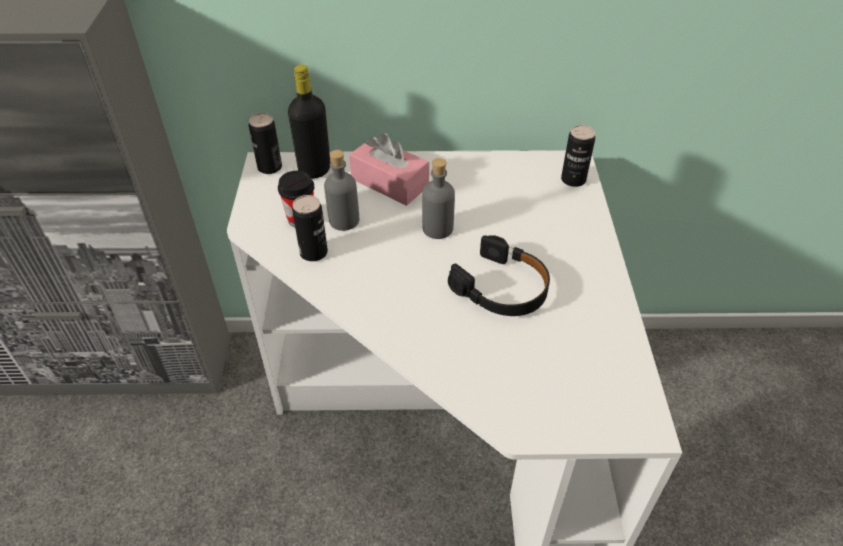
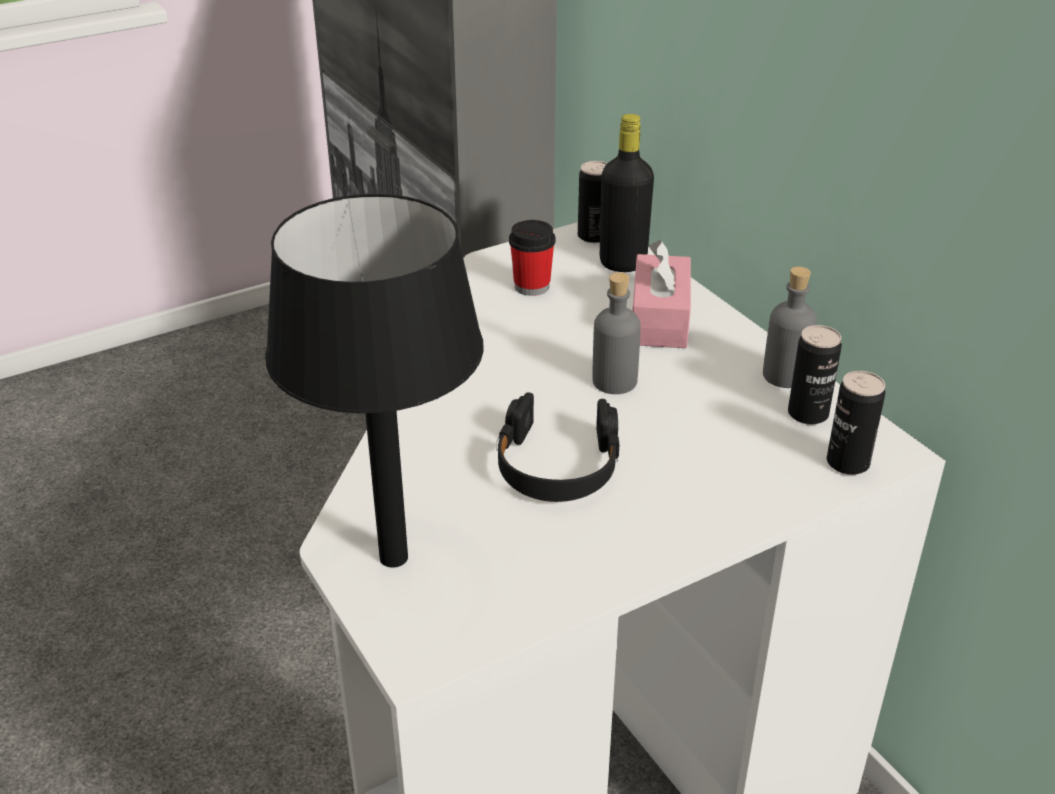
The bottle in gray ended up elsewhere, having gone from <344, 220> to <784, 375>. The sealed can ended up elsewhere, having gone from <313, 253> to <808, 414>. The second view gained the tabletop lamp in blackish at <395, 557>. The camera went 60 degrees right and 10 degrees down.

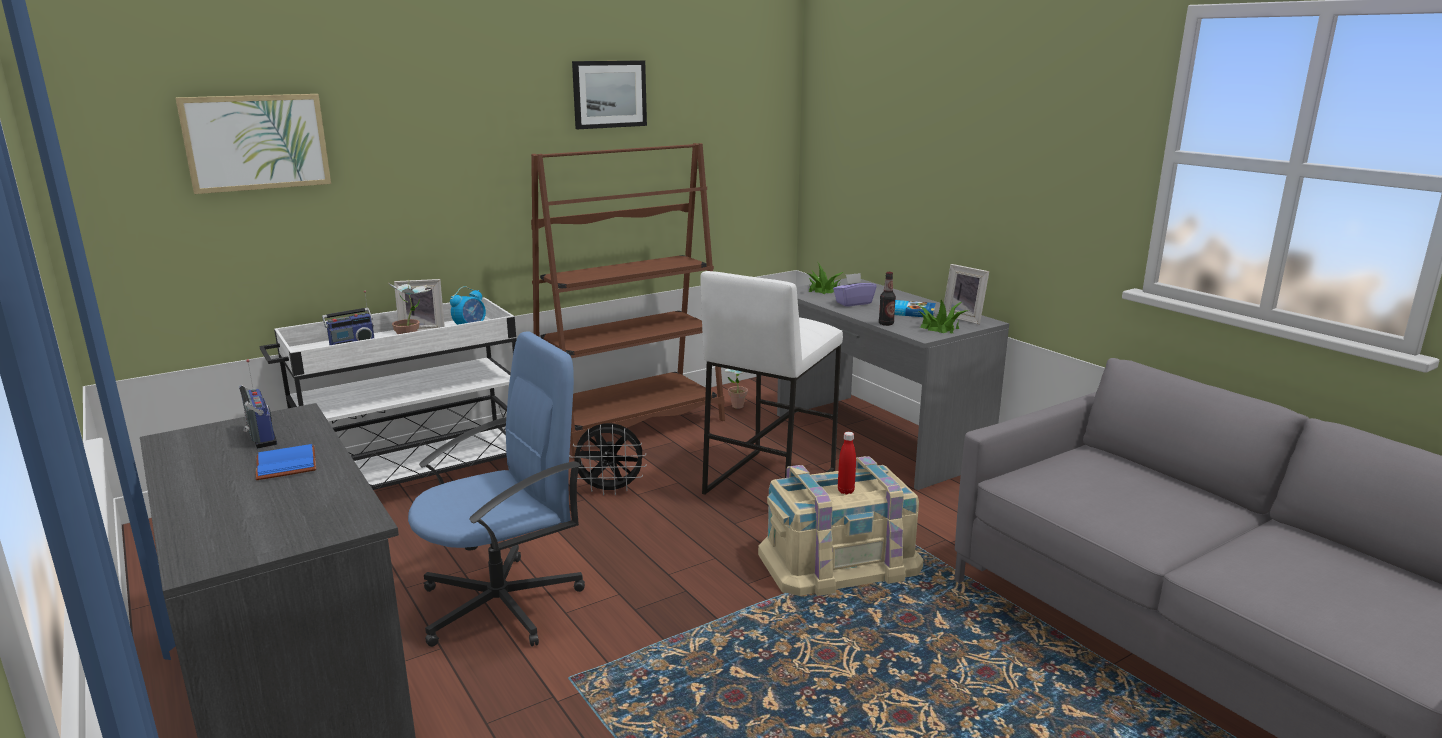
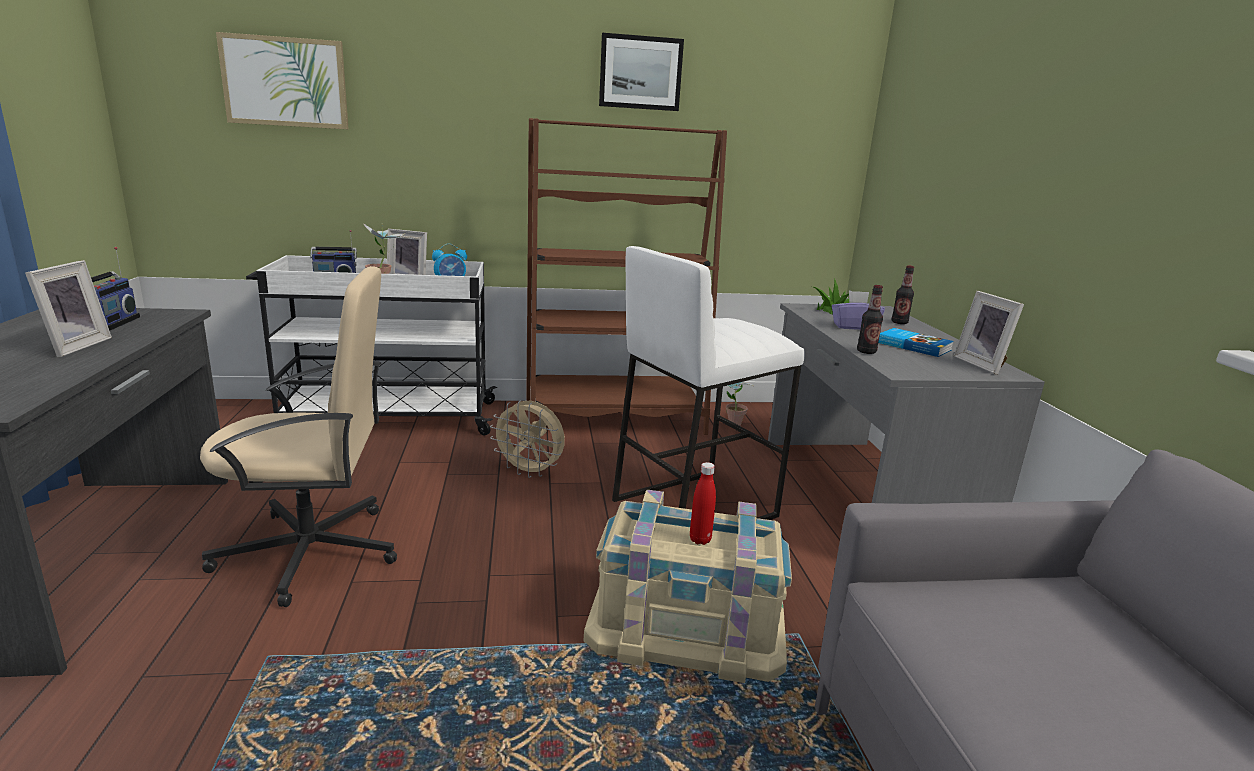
The second view lost the plant in a pot at <940, 328>. What was the office chair in bluish at <503, 603> turned into the office chair in beige-coloured at <312, 552>. What was the electric fan in blackish at <610, 490> turned into the electric fan in beige-coloured at <530, 472>. Where the book in bluish stood at <284, 464>, the photo frame came to stand at <73, 347>. The second view gained the bottle at <899, 322>. The camera went 25 degrees right and 0 degrees up.

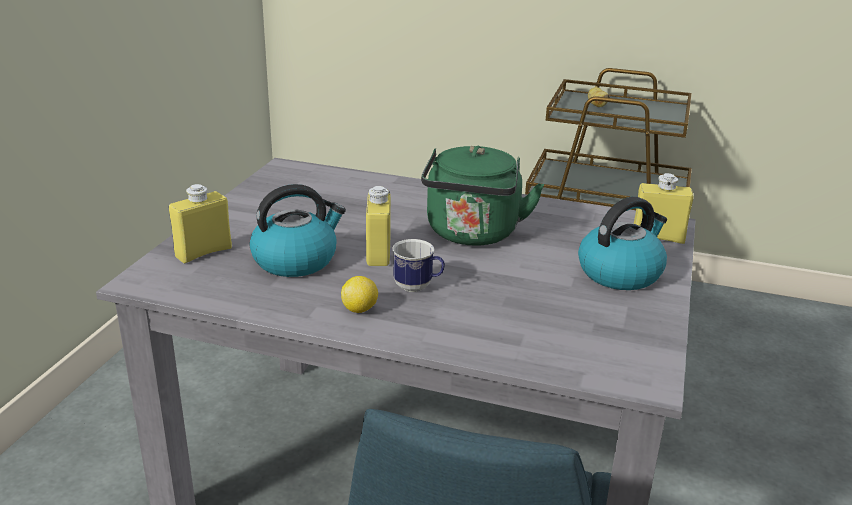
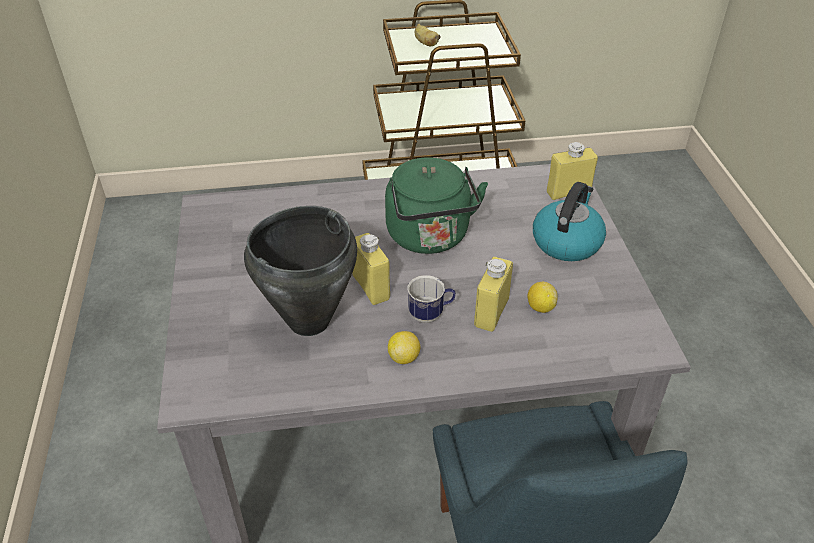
The bottle in yellow ended up elsewhere, having gone from <203, 252> to <491, 313>. Where the water kettle stood at <296, 260>, the stockpot in blackish came to stand at <308, 321>. The second view gained the whole lemon at <540, 307>. The camera went 25 degrees left and 15 degrees up.

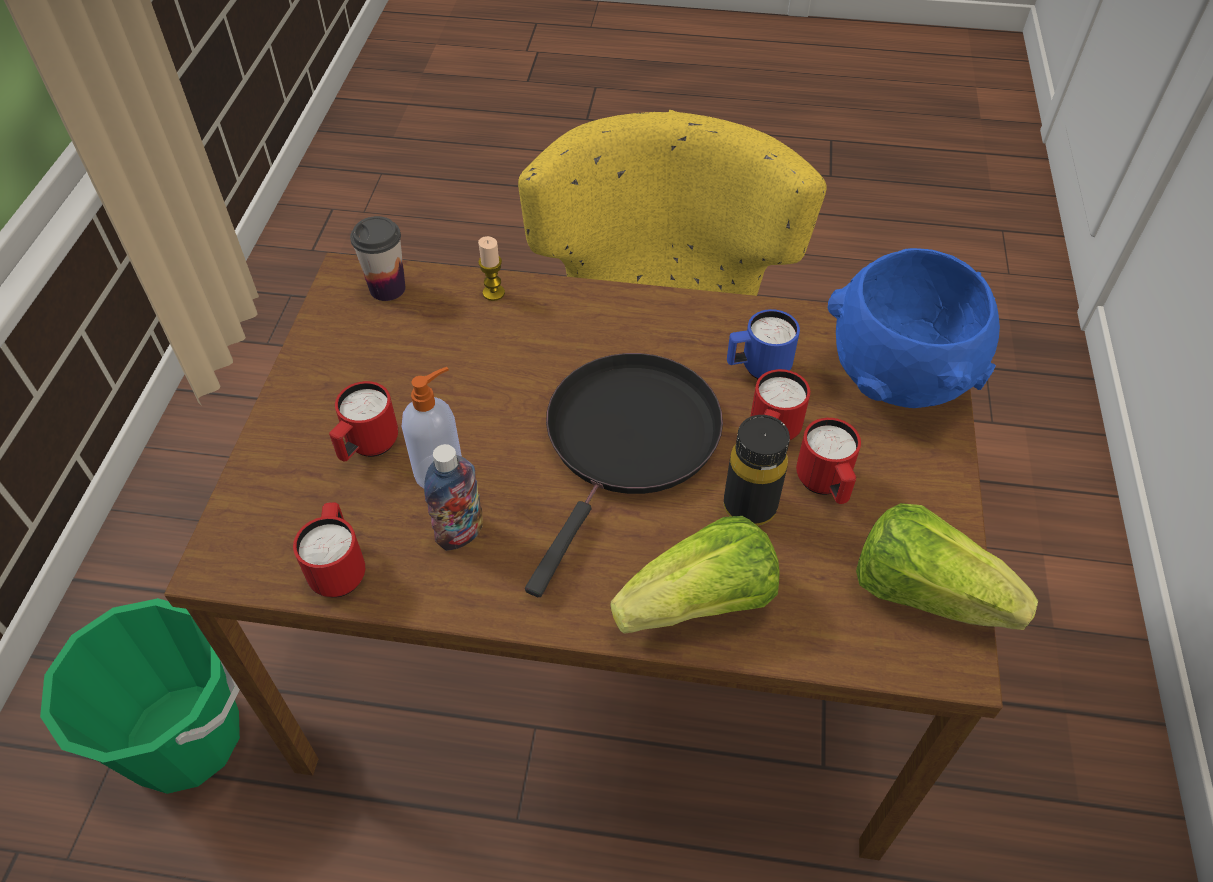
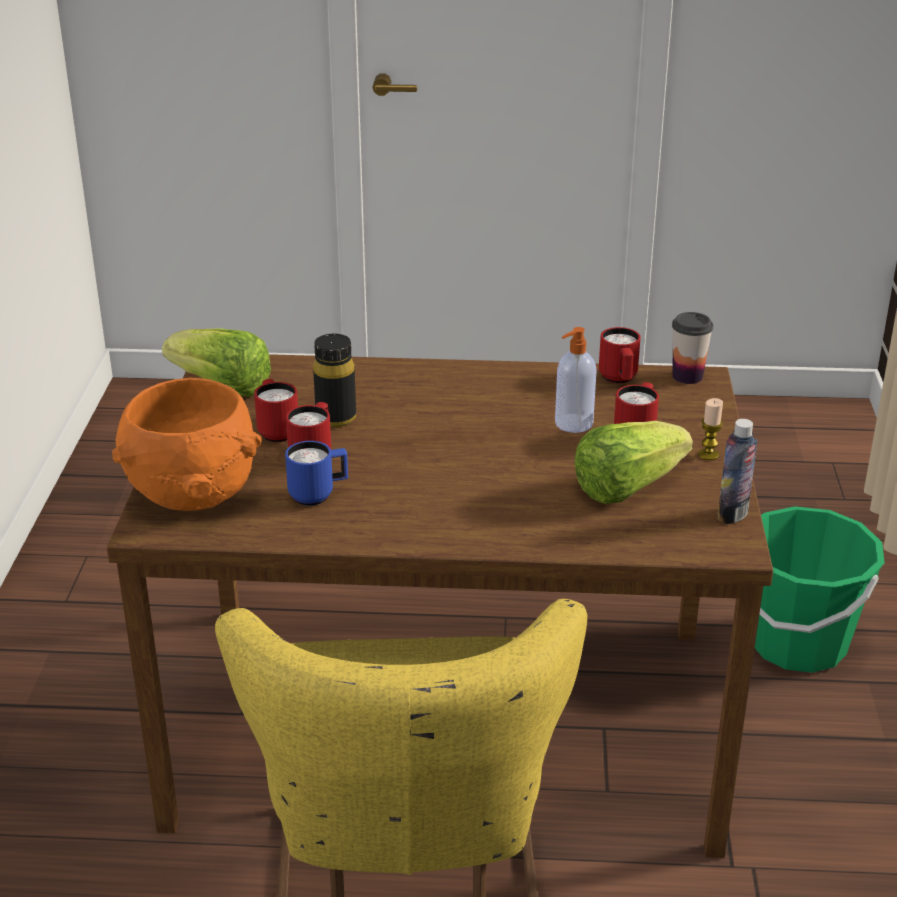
The drinking cup ended up elsewhere, having gone from <387, 288> to <687, 376>. The wax candle ended up elsewhere, having gone from <493, 293> to <708, 455>. What was the bowl in bluish at <897, 377> turned into the bowl in orange-coloured at <193, 495>. The second view lost the skillet in blackish at <628, 442>. The bottle ended up elsewhere, having gone from <460, 533> to <732, 514>. The lettuce head ended up elsewhere, having gone from <700, 604> to <626, 487>. The camera went 175 degrees right and 20 degrees down.

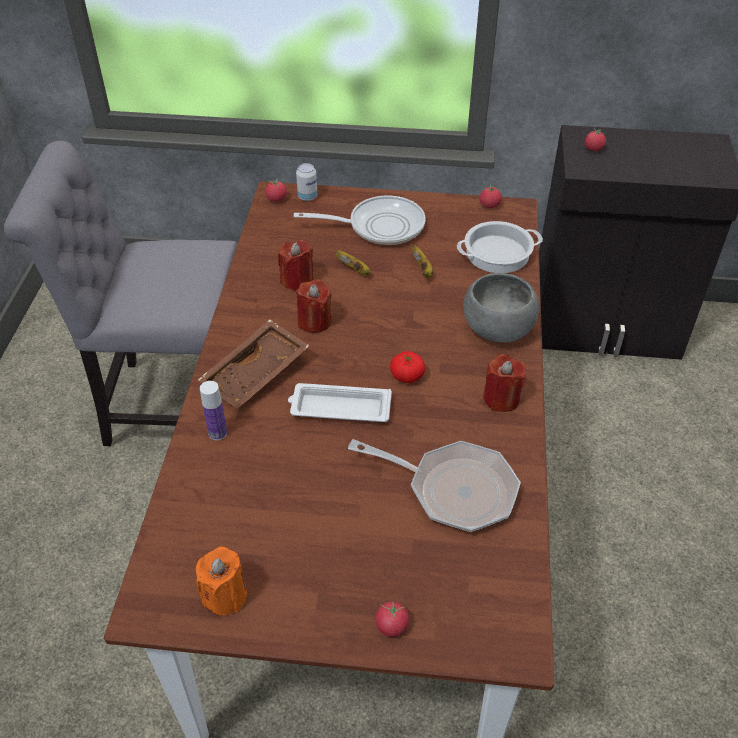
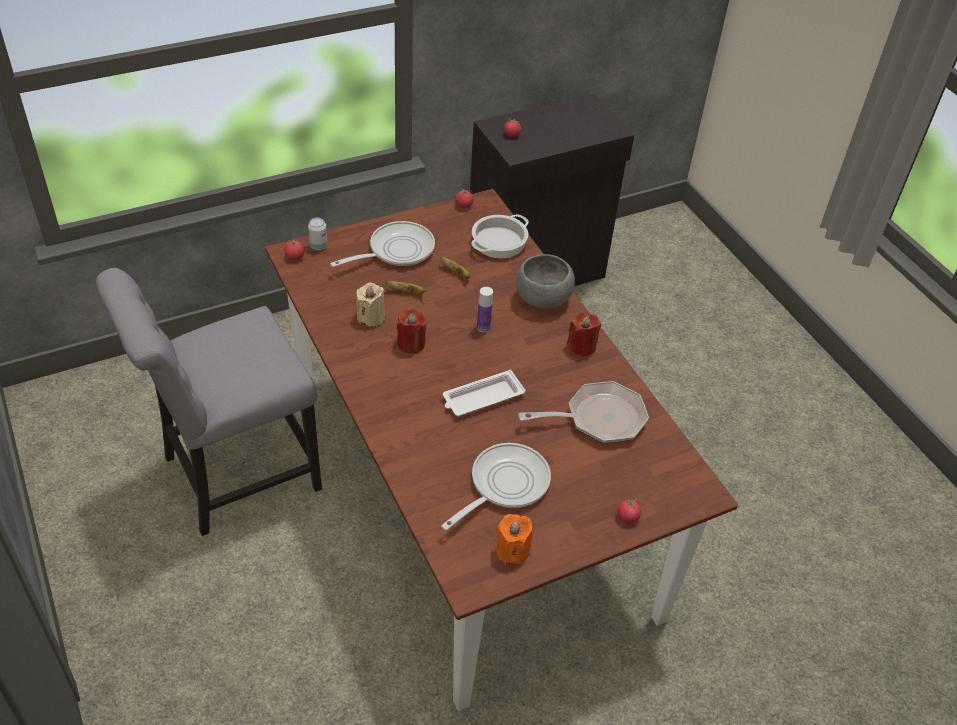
What was the wax candle in reddish at <297, 280> turned into the wax candle in beige-coloured at <370, 317>. The second view lost the serving tray in brownish at <257, 374>. The second view lost the tomato at <407, 375>. The bottle ended up elsewhere, having gone from <217, 433> to <483, 327>. The second view gained the skillet at <504, 485>. The camera went 35 degrees left and 0 degrees up.

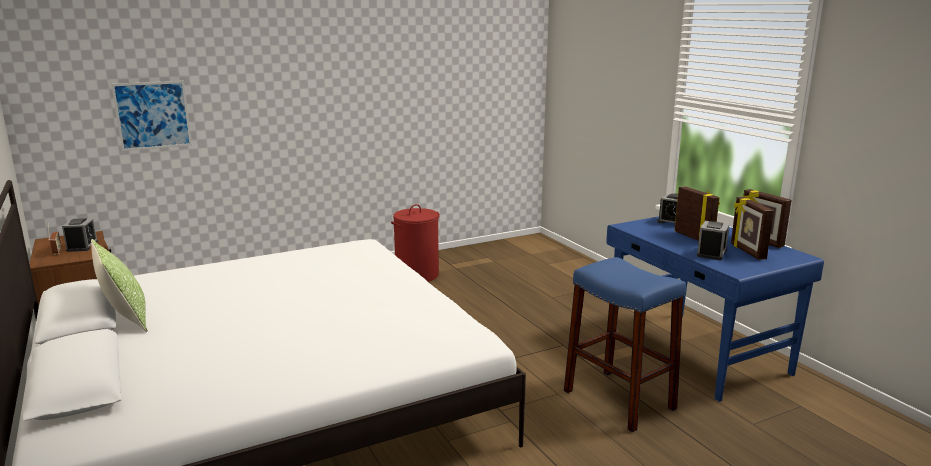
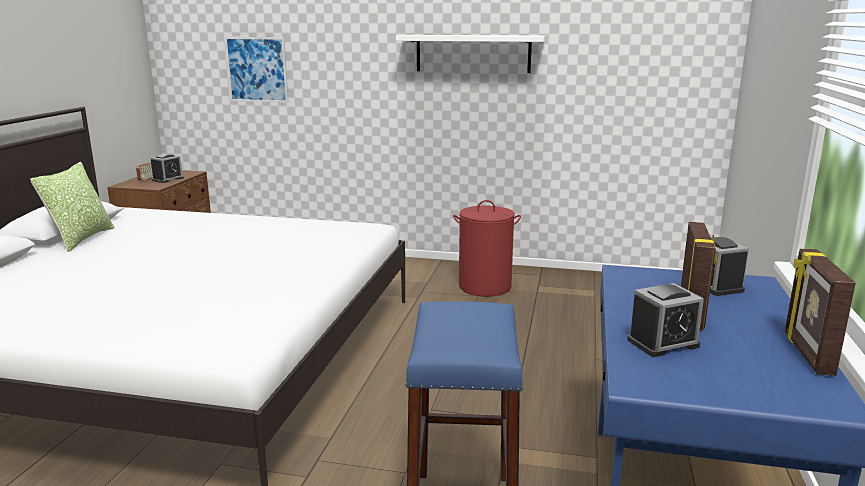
The second view lost the photo frame at <747, 252>. The second view gained the wall shelf in white at <473, 53>. The camera went 40 degrees right and 0 degrees up.

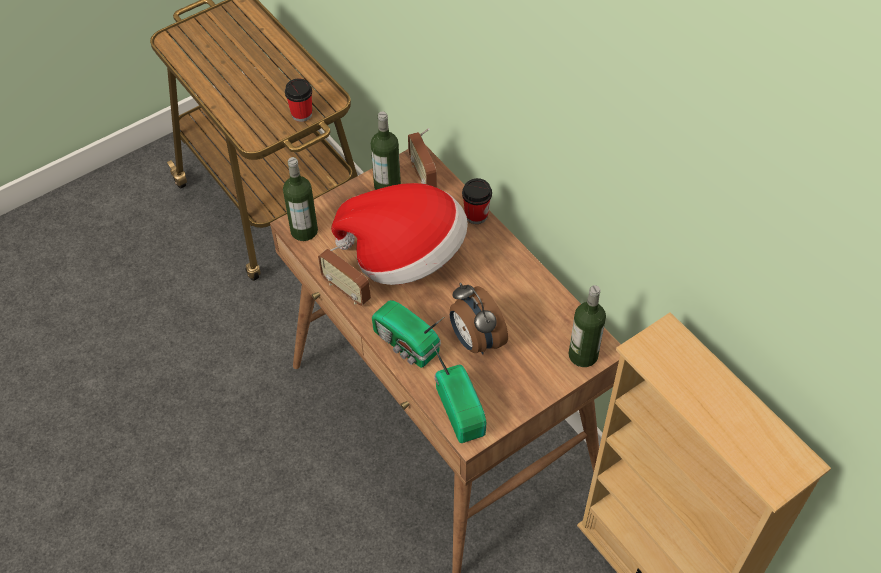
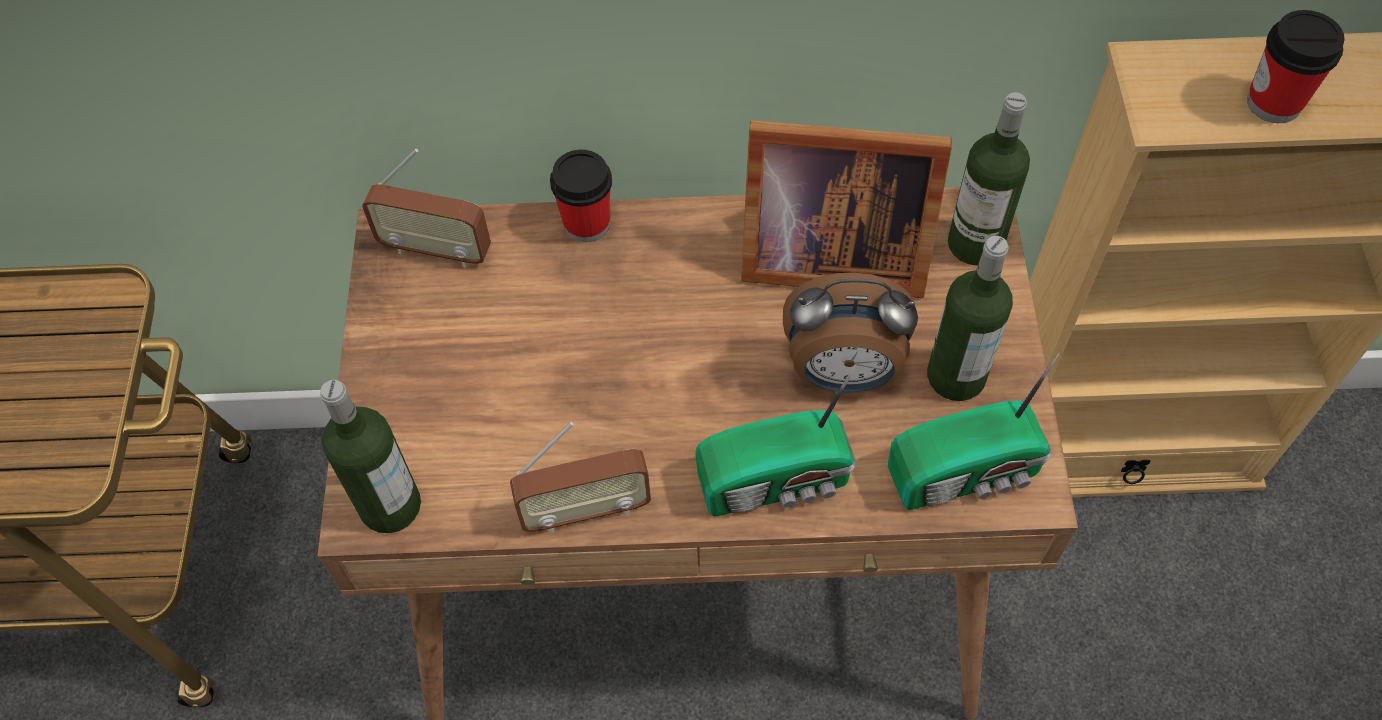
The drinking cup ended up elsewhere, having gone from <301, 114> to <1273, 103>. The bottle ended up elsewhere, having gone from <387, 186> to <956, 376>. The second view lost the wearable hat at <405, 256>. The radio at <461, 408> ended up facing another way, 150 degrees clockwise from before. The second view gained the photo frame at <826, 253>. The camera went 55 degrees left and 5 degrees up.

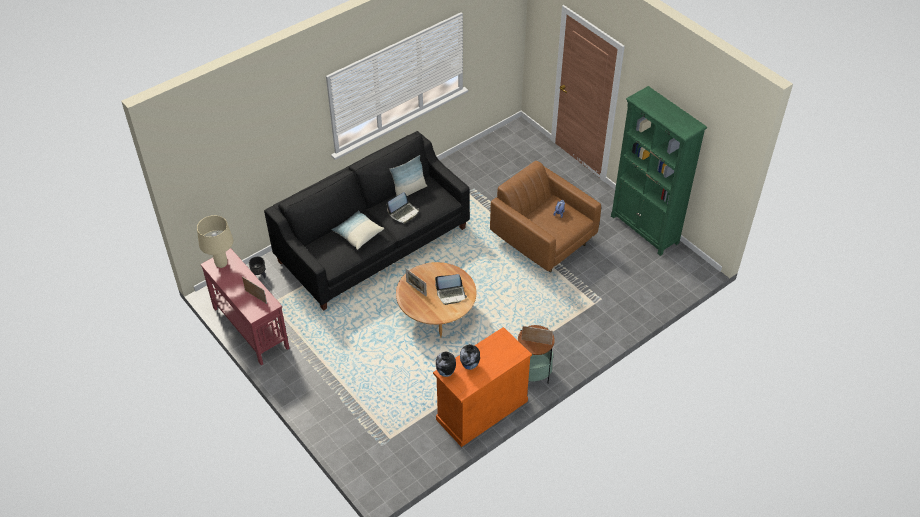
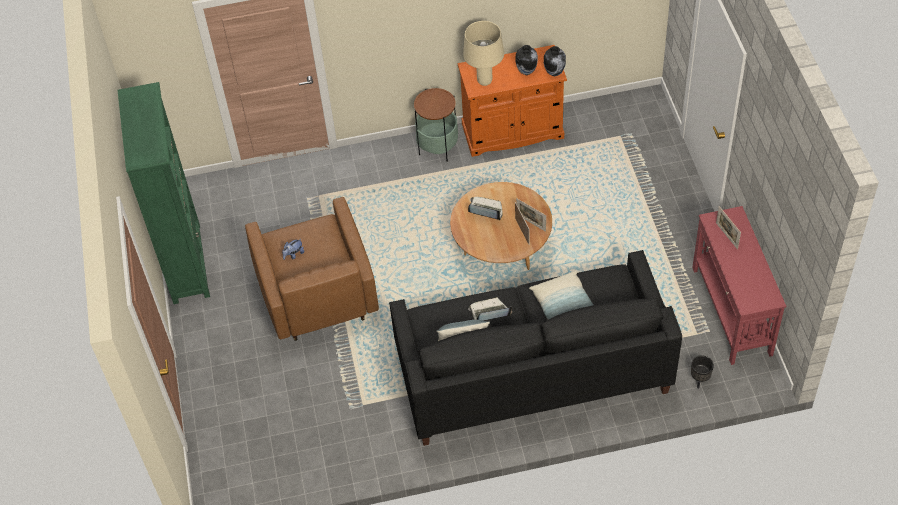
The tabletop lamp in beige-coloured ended up elsewhere, having gone from <222, 264> to <484, 81>. The photo frame ended up elsewhere, having gone from <536, 342> to <531, 223>. The camera went 150 degrees left and 5 degrees up.

